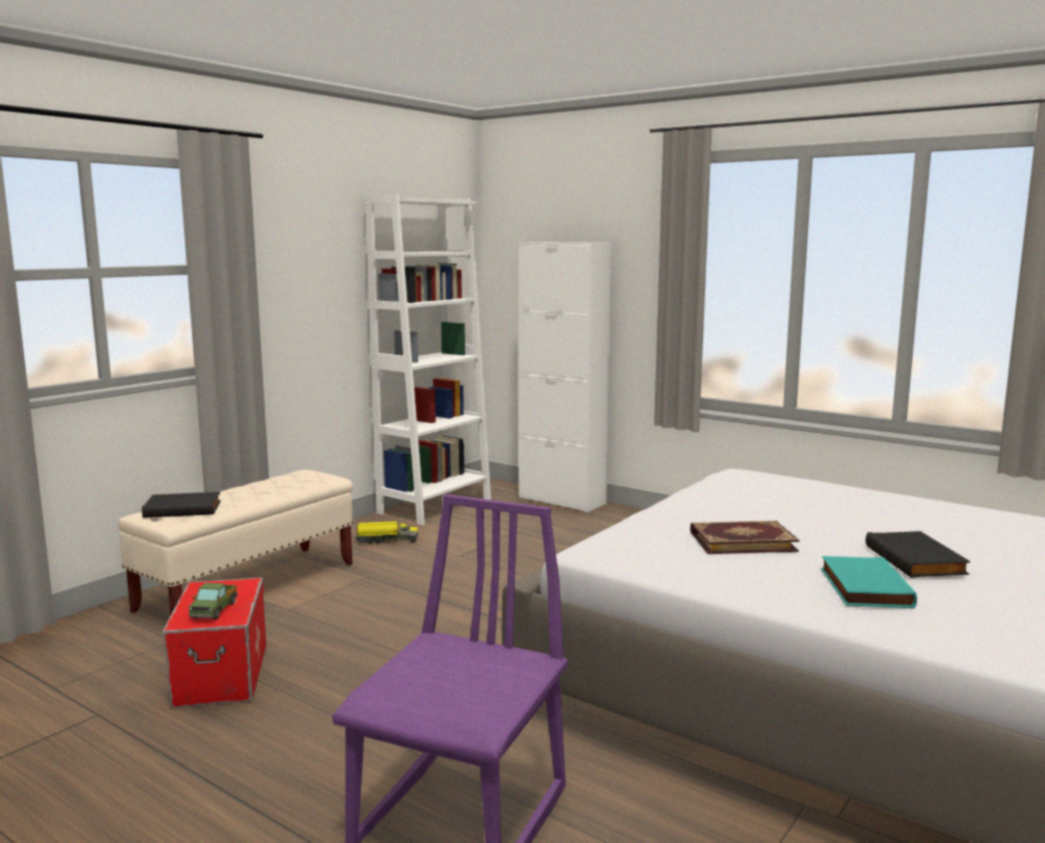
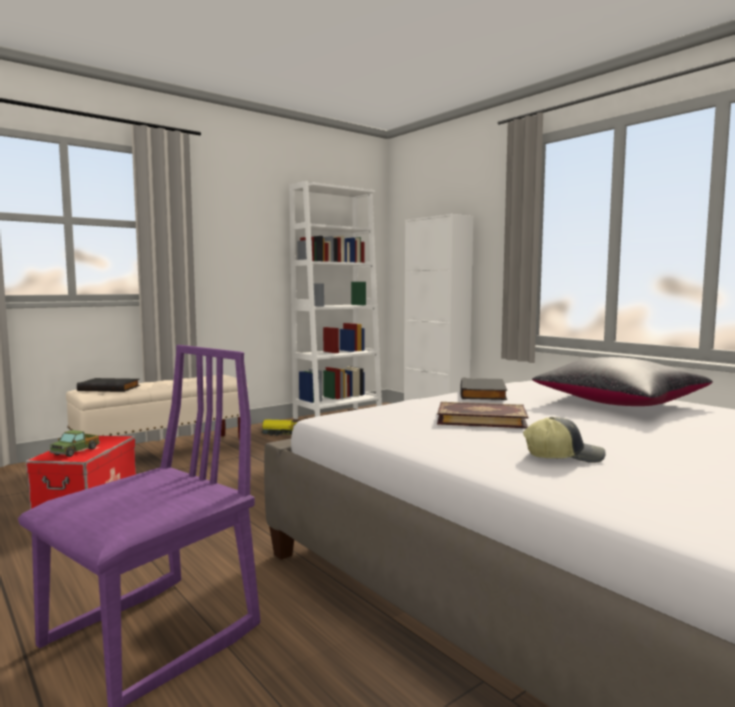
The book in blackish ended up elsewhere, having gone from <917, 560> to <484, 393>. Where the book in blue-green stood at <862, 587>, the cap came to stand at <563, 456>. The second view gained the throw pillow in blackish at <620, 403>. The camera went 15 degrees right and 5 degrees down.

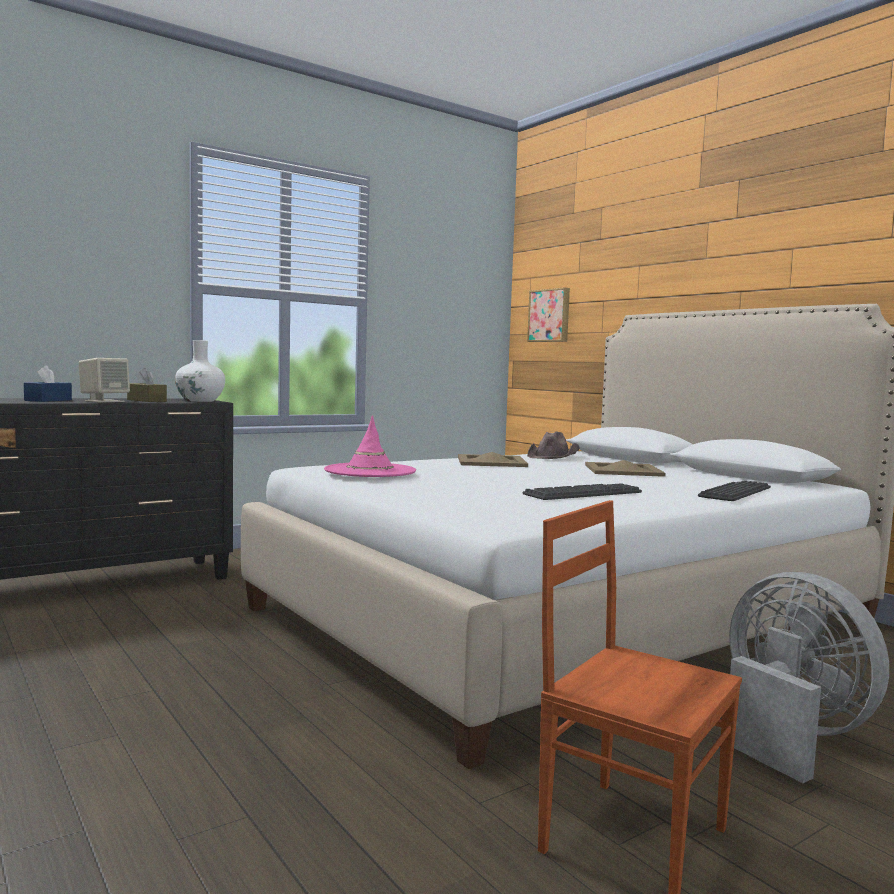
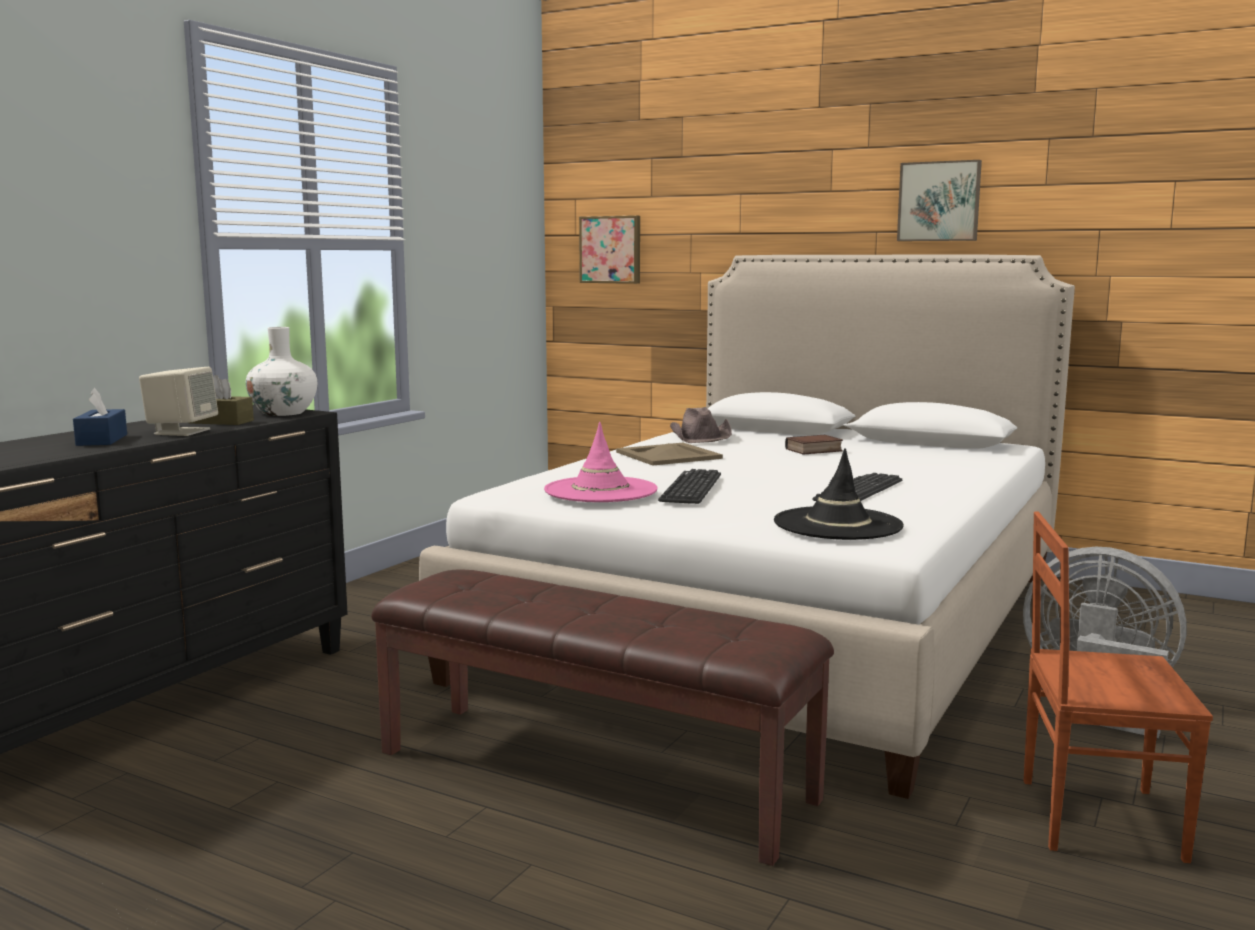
Where the serving tray in beige-coloured stood at <622, 470>, the book came to stand at <813, 450>. The PC keyboard ended up elsewhere, having gone from <735, 492> to <691, 488>. The second view gained the picture at <939, 201>. The second view gained the wearable hat in blackish at <837, 524>. The second view gained the bench in brownish at <594, 774>. The camera went 25 degrees left and 5 degrees up.

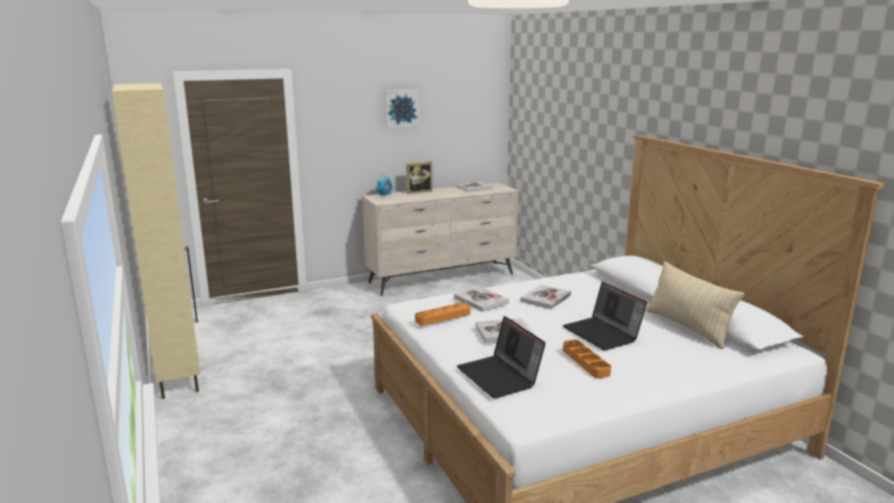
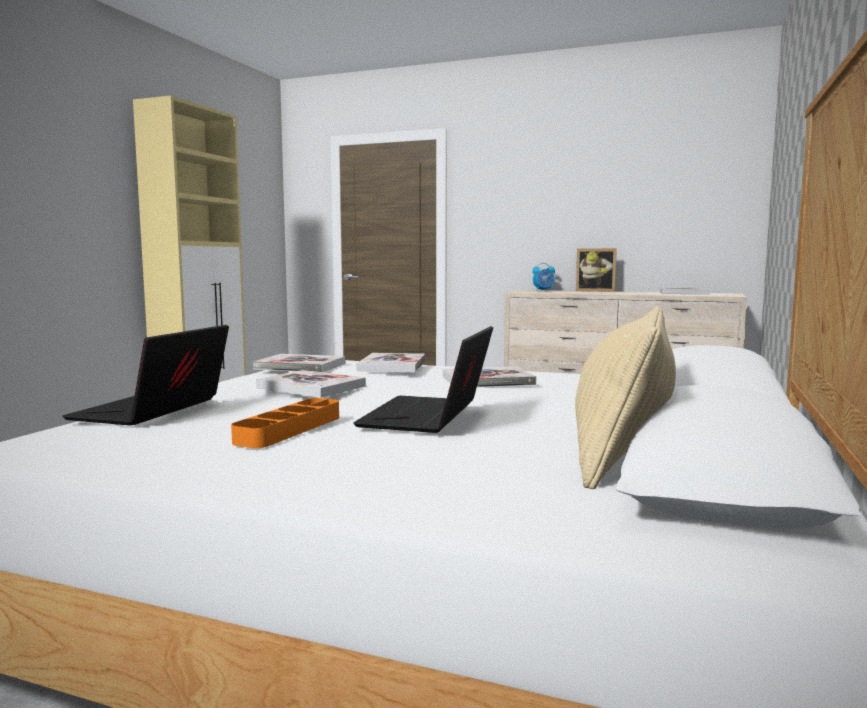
The second view lost the picture at <401, 108>. Where the serving tray in orange-coloured stood at <443, 317>, the book came to stand at <300, 366>. The camera went 45 degrees right and 10 degrees down.

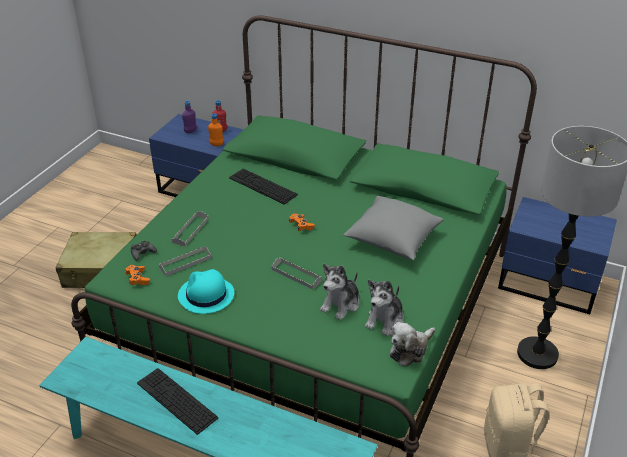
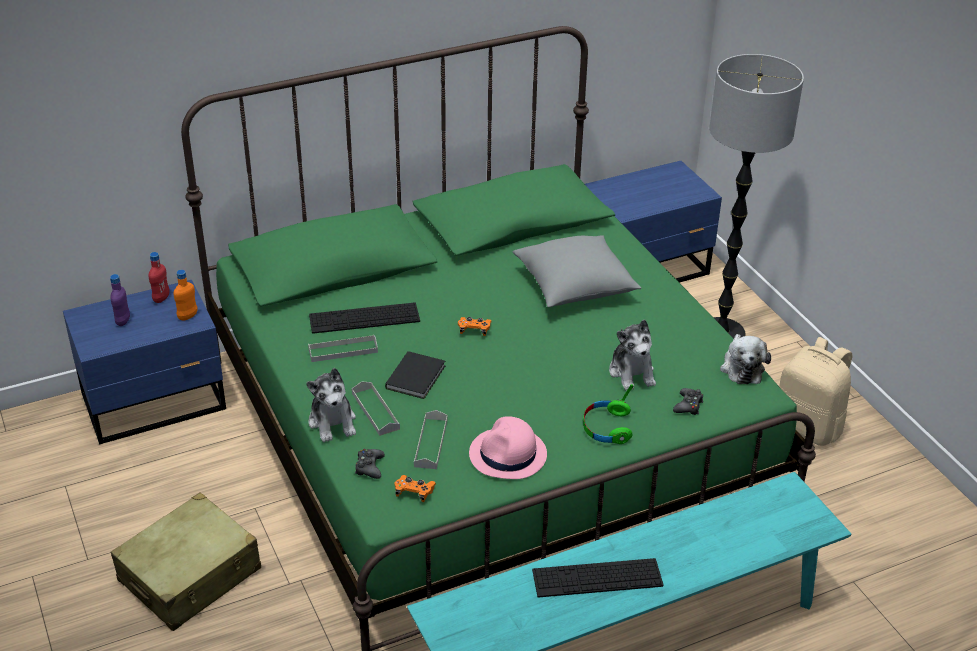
The serving tray in gray ended up elsewhere, having gone from <296, 275> to <343, 351>. What was the wearable hat in blue-green at <206, 295> turned into the wearable hat in pink at <508, 455>. The plush toy ended up elsewhere, having gone from <385, 319> to <333, 422>. The second view gained the book in blackish at <417, 376>. The second view gained the headphones in green at <607, 428>. The second view gained the joypad in blackish at <688, 406>. The camera went 50 degrees left and 0 degrees up.

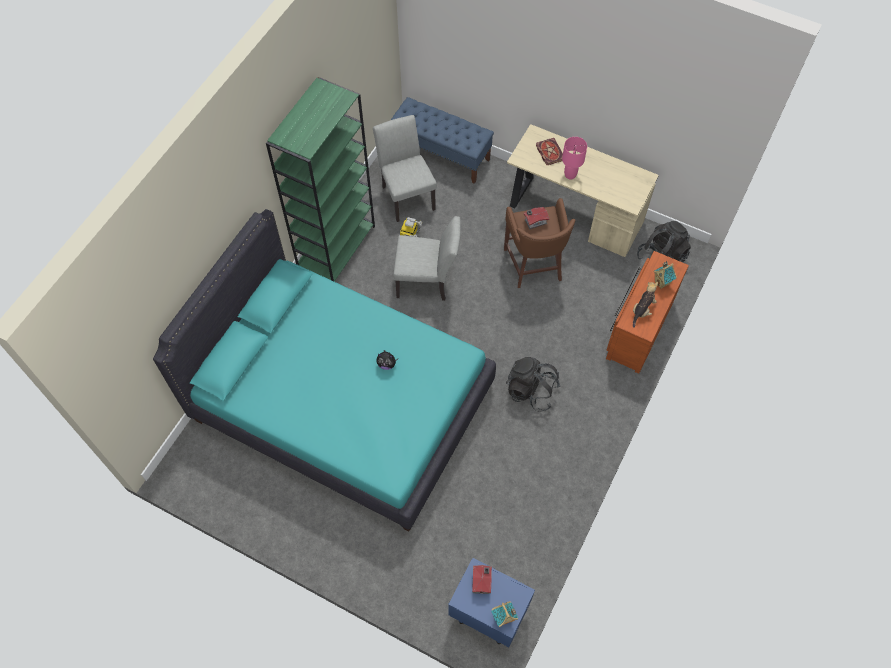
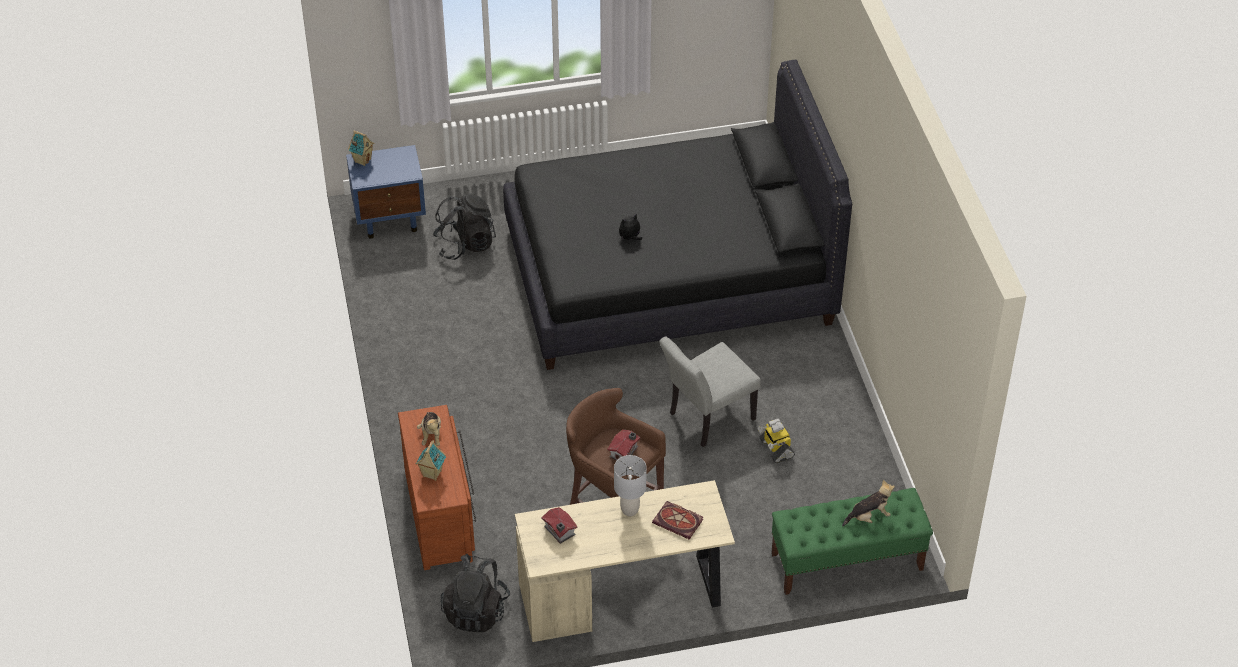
The second view lost the shelving unit in green at <336, 247>. What was the bench in bluish at <441, 154> turned into the bench in green at <846, 562>. The second view lost the plain chair in gray at <406, 194>. What was the tabletop lamp in pink at <570, 175> turned into the tabletop lamp in gray at <629, 510>. What was the bed in blue-green at <343, 403> turned into the bed in blackish at <668, 274>. The backpack in blackish ended up elsewhere, having gone from <531, 390> to <465, 244>. The toy house ended up elsewhere, having gone from <482, 581> to <559, 532>. The second view gained the plush toy at <869, 517>. The camera went 140 degrees right and 15 degrees down.

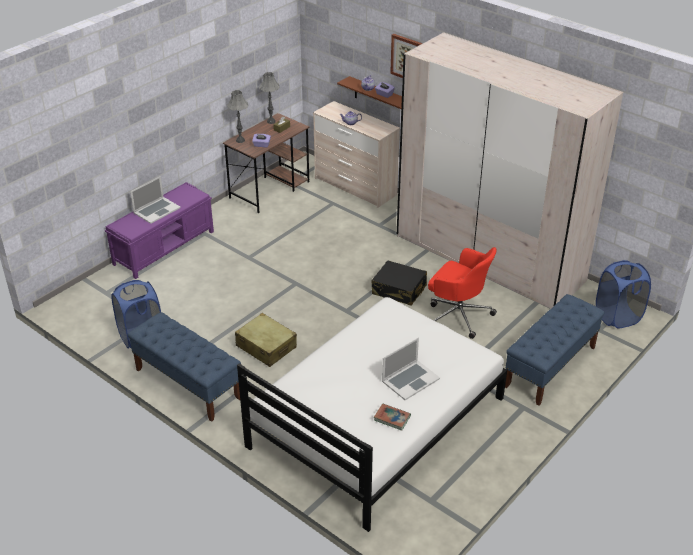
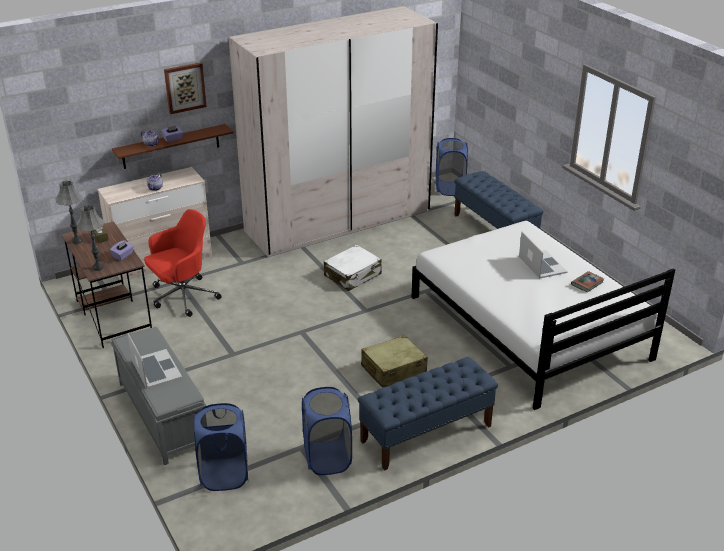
What was the bench in purple-coloured at <164, 247> turned into the bench in gray at <162, 414>. The office chair in reddish ended up elsewhere, having gone from <458, 314> to <182, 297>. What was the travel case in blackish at <399, 290> turned into the travel case in white at <353, 275>. The second view gained the washing basket in bluish at <224, 475>. The camera went 70 degrees left and 5 degrees down.

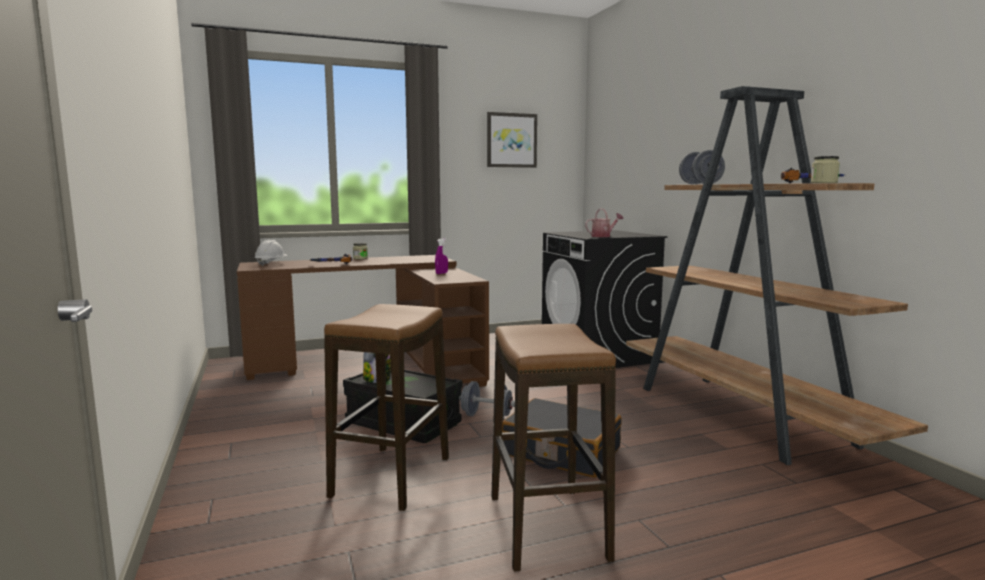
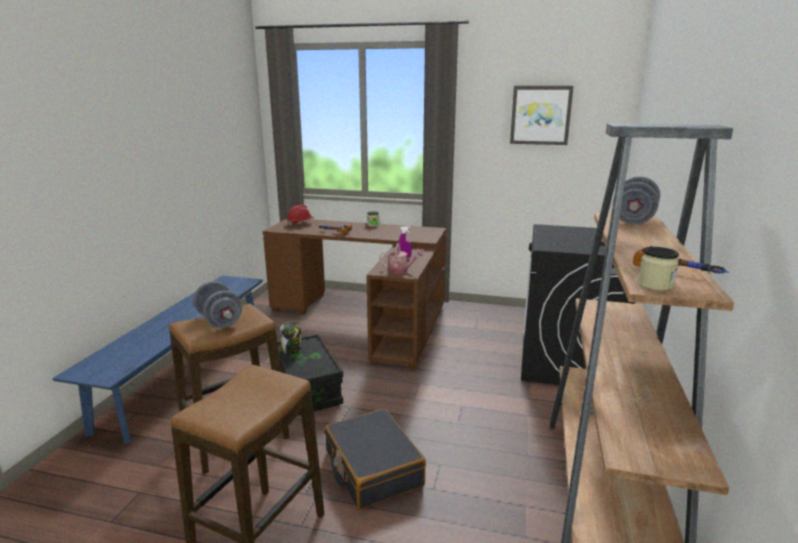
The watering can ended up elsewhere, having gone from <603, 236> to <401, 270>. What was the safety helmet in white at <271, 264> turned into the safety helmet in reddish at <300, 224>. The hand weight in gray ended up elsewhere, having gone from <486, 416> to <219, 321>. The second view gained the bench in bluish at <187, 373>. The camera went 35 degrees right and 10 degrees up.

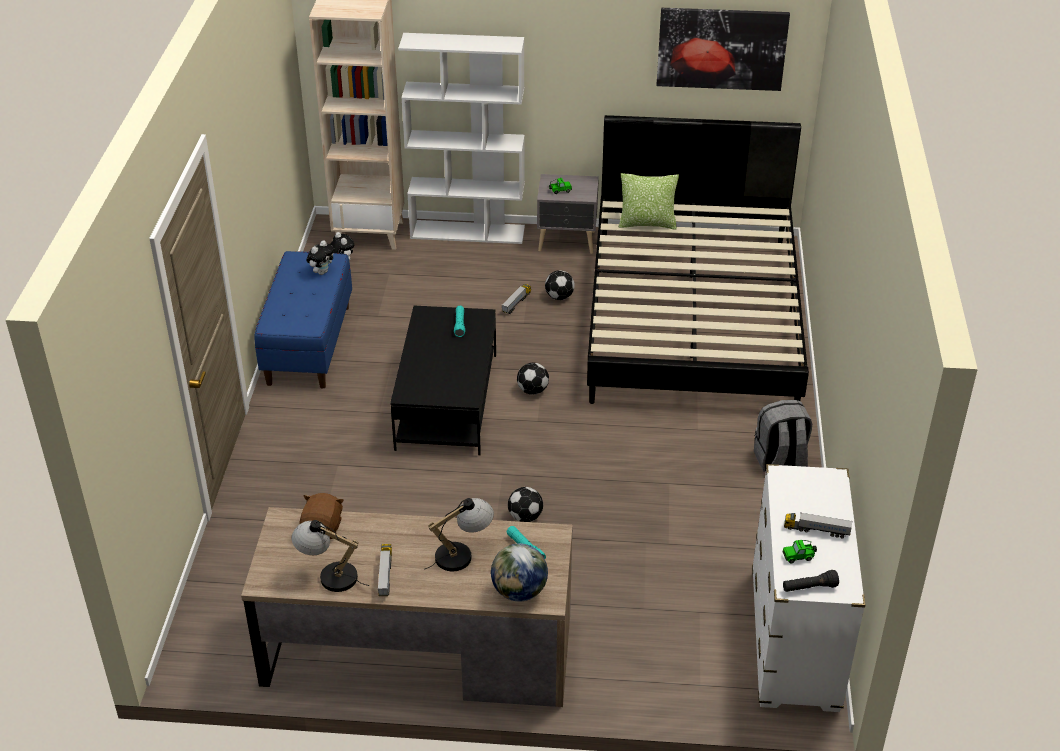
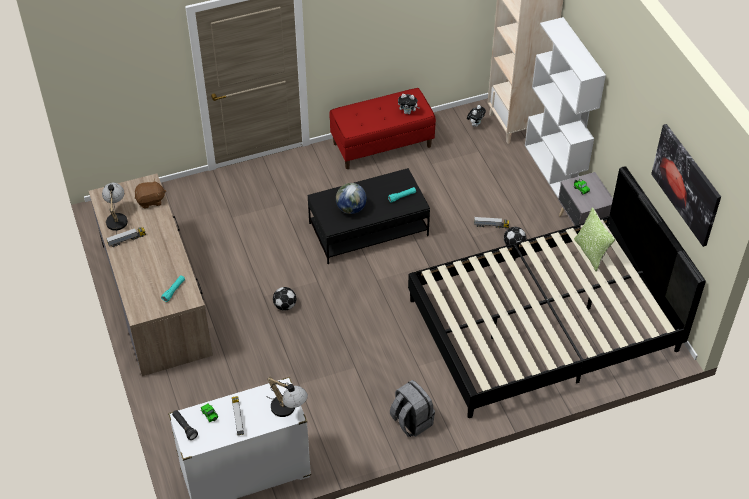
What was the bench in bluish at <308, 344> turned into the bench in reddish at <382, 145>. The second view lost the football ball at <532, 391>. The tabletop lamp ended up elsewhere, having gone from <462, 554> to <288, 410>. The globe ended up elsewhere, having gone from <519, 592> to <351, 209>. The camera went 65 degrees right and 10 degrees up.

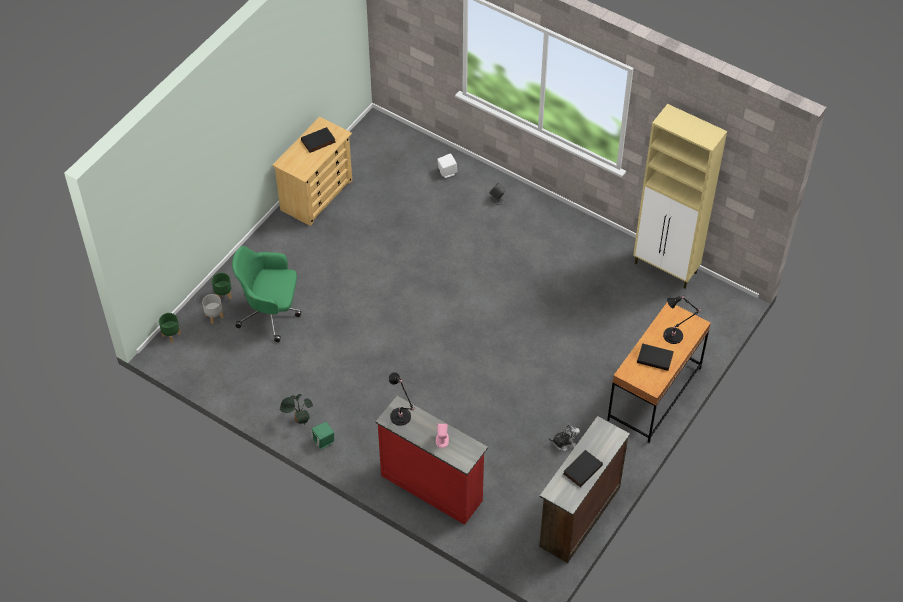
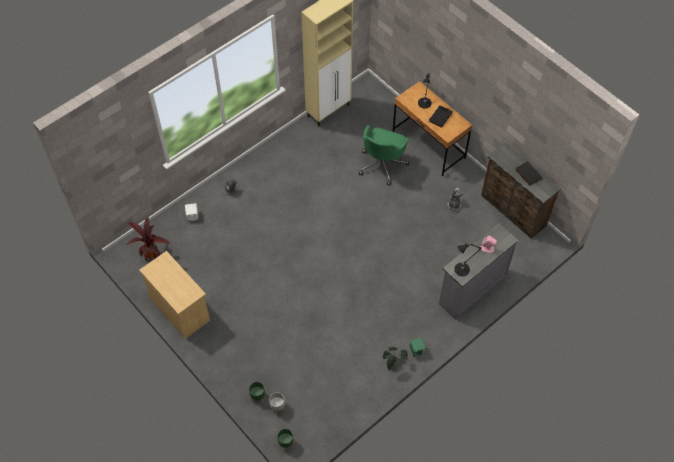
The second view lost the book in blackish at <318, 142>. The office chair in green ended up elsewhere, having gone from <271, 313> to <382, 164>. What was the drawer chest in reddish at <432, 486> turned into the drawer chest in gray at <471, 290>. The second view gained the plant in a pot at <153, 255>. The camera went 75 degrees left and 5 degrees up.

